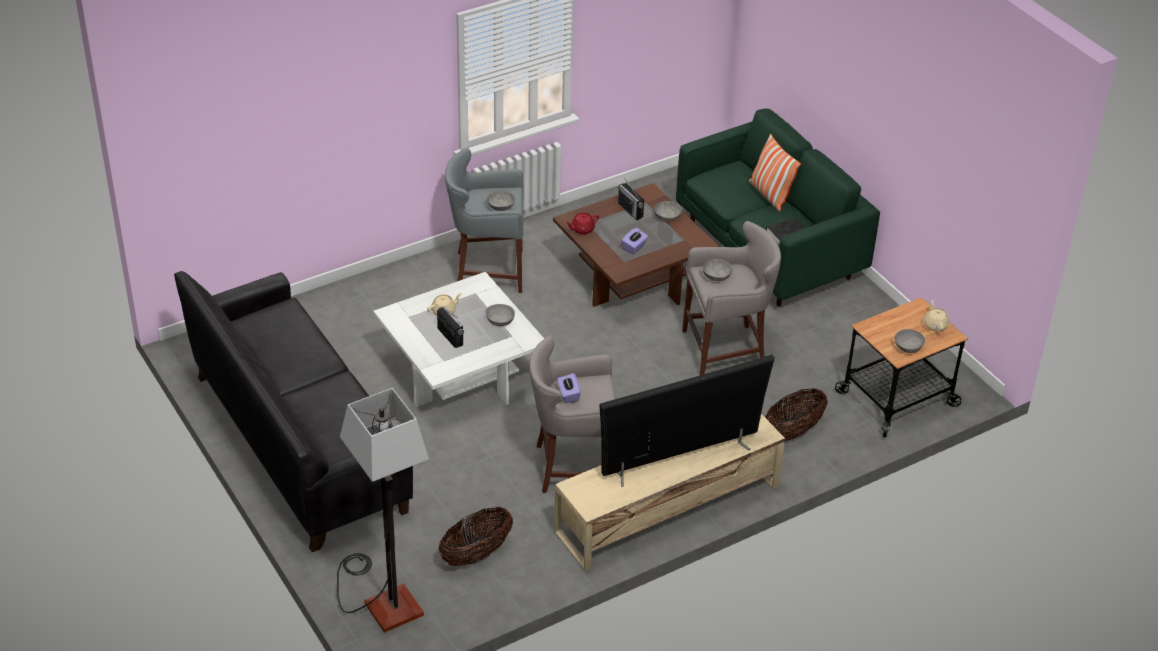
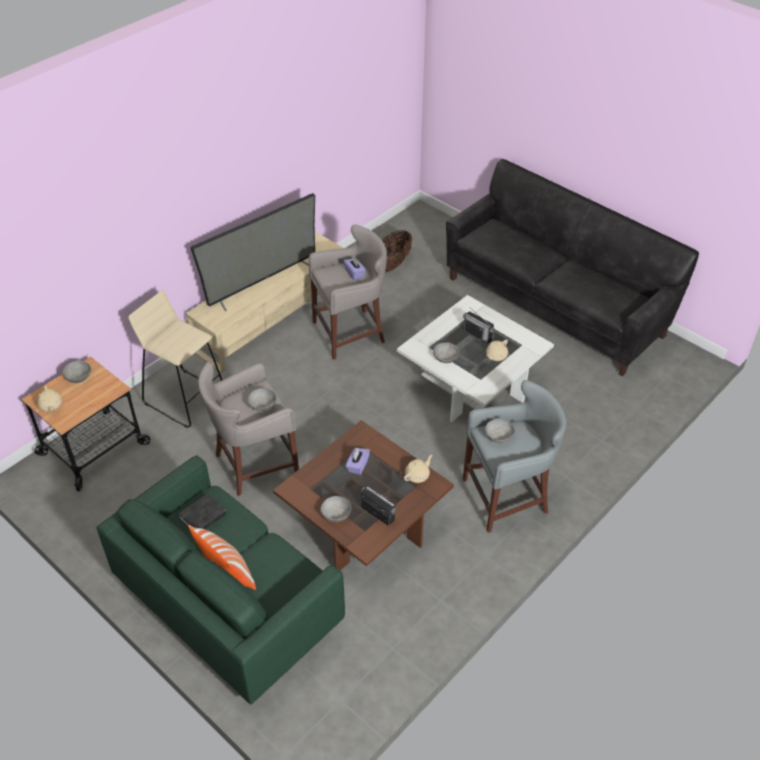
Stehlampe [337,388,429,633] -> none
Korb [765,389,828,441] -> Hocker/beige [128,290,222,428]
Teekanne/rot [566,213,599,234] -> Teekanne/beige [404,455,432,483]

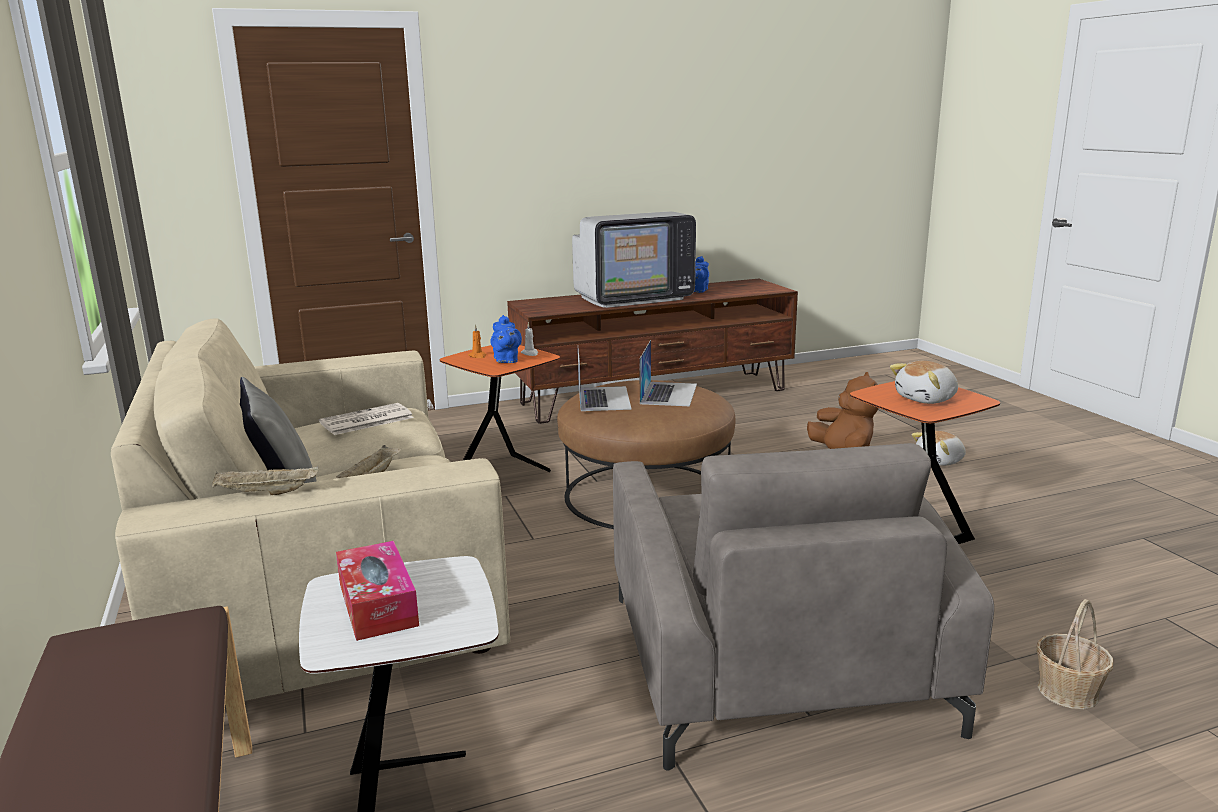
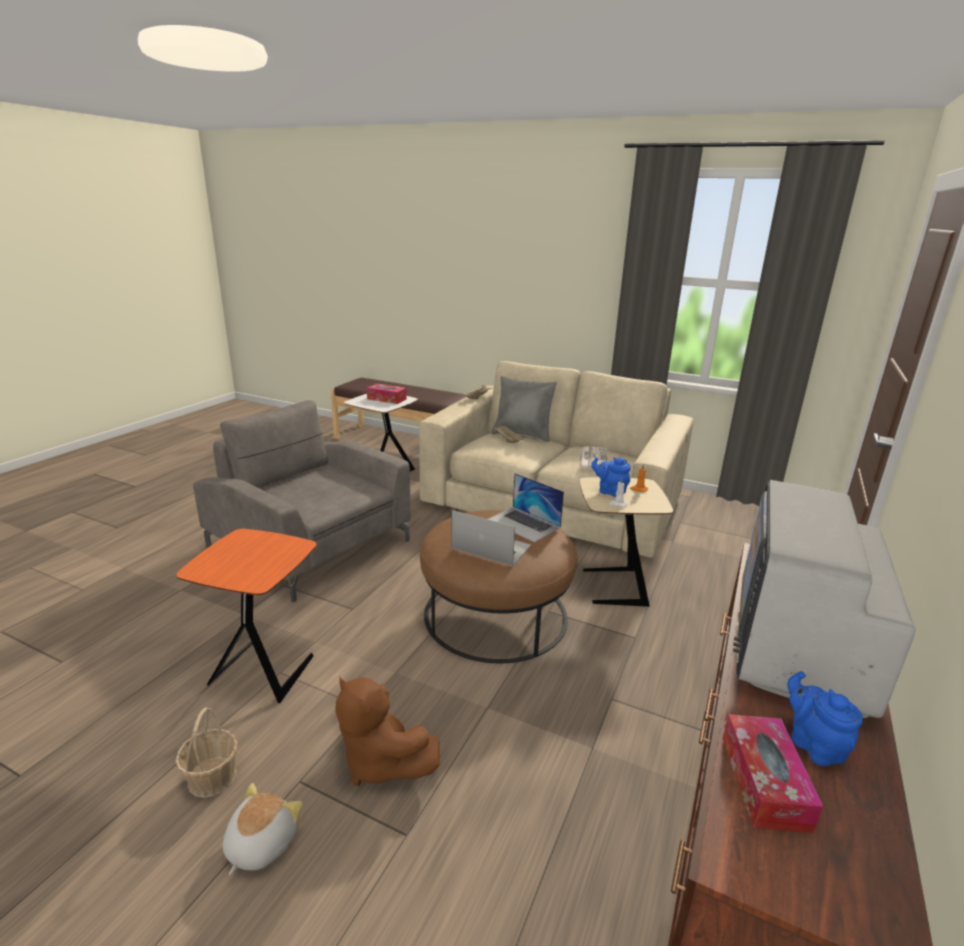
Plüschtier [890,361,958,404] -> none
none -> Taschentuchbox [722,714,823,833]
Korb [1036,599,1114,709] -> Korb [176,707,238,798], relocated
Beistelltisch/orange [440,345,560,472] -> Beistelltisch/beige [579,477,673,607]
Laptop [639,340,697,406] -> Laptop [451,510,531,566], 150 degrees clockwise

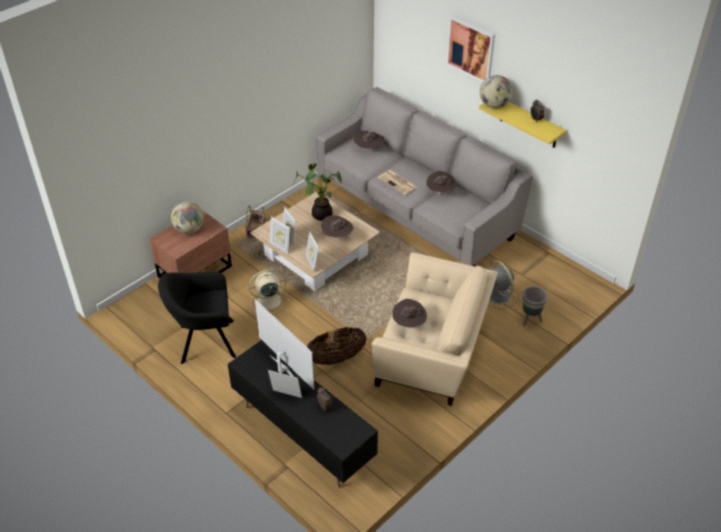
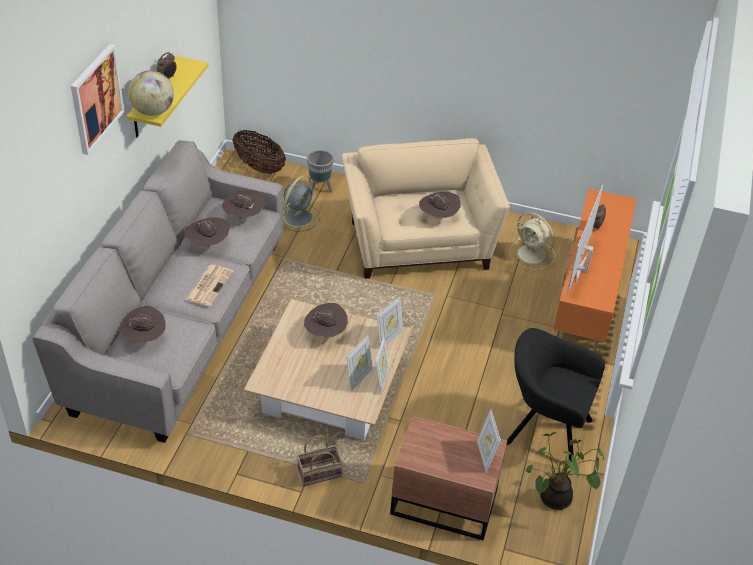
Globus [171,201,204,234] -> none
none -> Hut/braun [222,190,265,218]
Ventilator/beige [249,269,290,314] -> Ventilator/beige [509,212,555,270], relocated
Bilderrahmen [268,370,302,398] -> Bilderrahmen [477,409,501,474], relocated
Topfpflanze [293,163,342,221] -> Topfpflanze [526,432,604,510], relocated
Korb [307,327,366,365] -> Korb [233,130,286,174], relocated
Fernsehschrank/schwarz [228,340,378,488] -> Fernsehschrank/orange [553,189,637,352]
Sessel/schwarz [158,272,236,364] -> Sessel/schwarz [507,328,605,463], 150 degrees clockwise

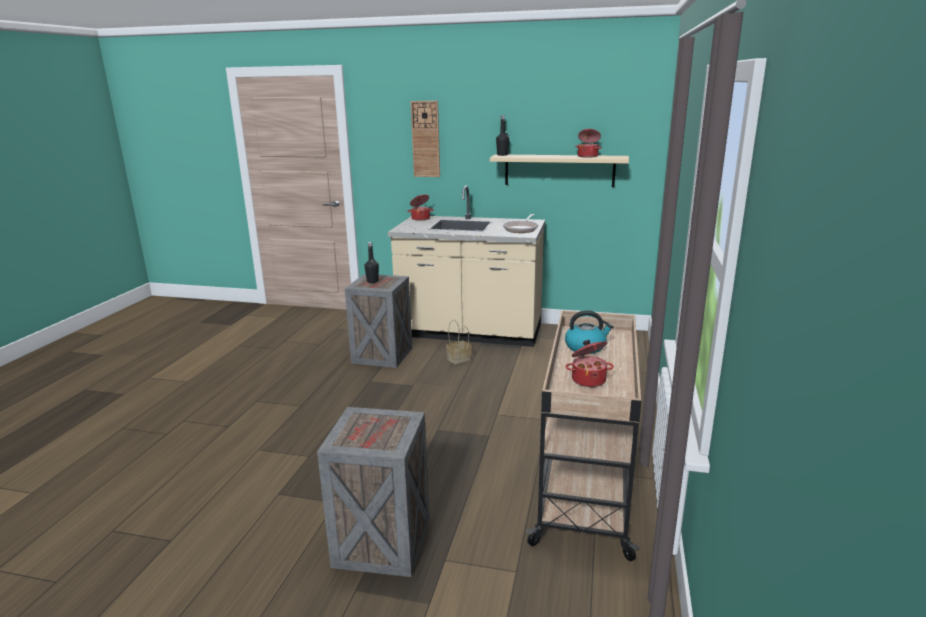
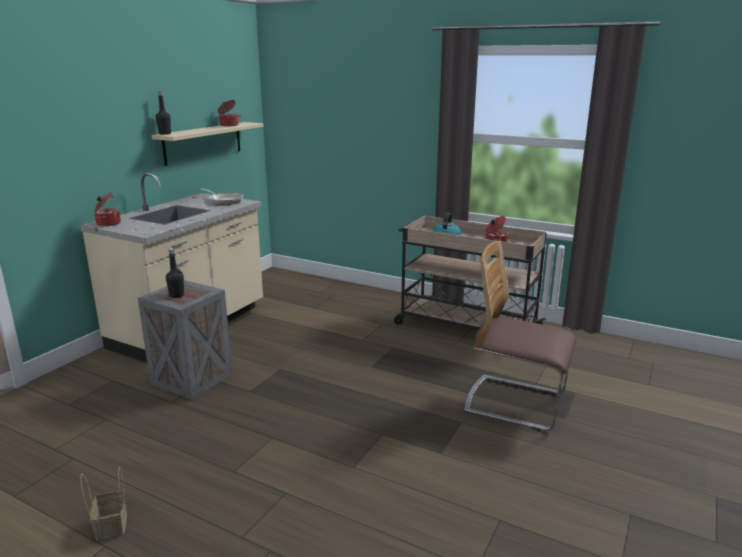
Wanduhr [411,101,440,177] -> none
Korb [446,320,472,364] -> Korb [80,467,127,541], relocated
Kiste [317,407,429,577] -> Stuhl [464,240,577,431]

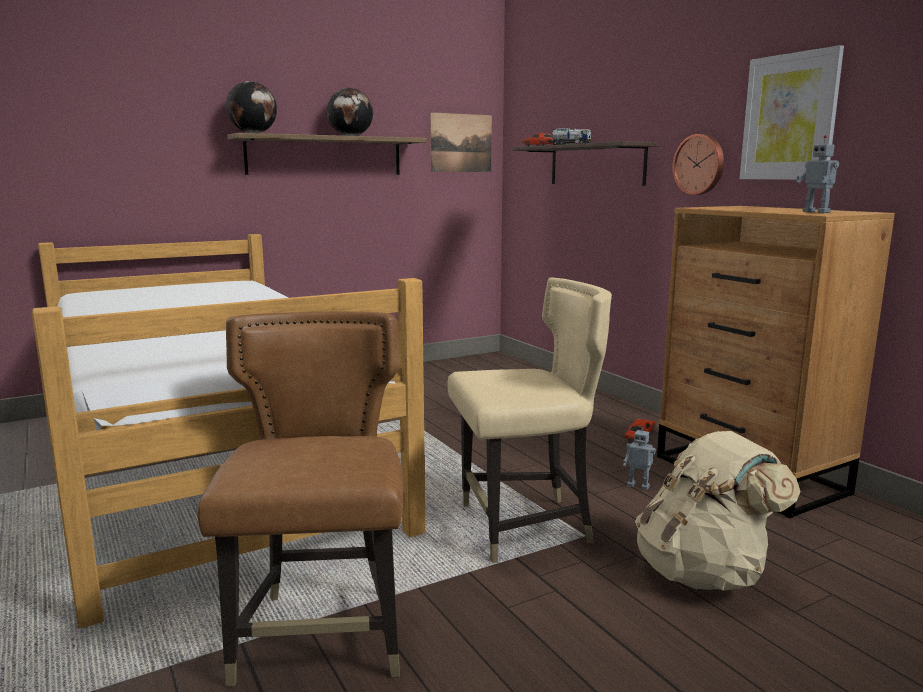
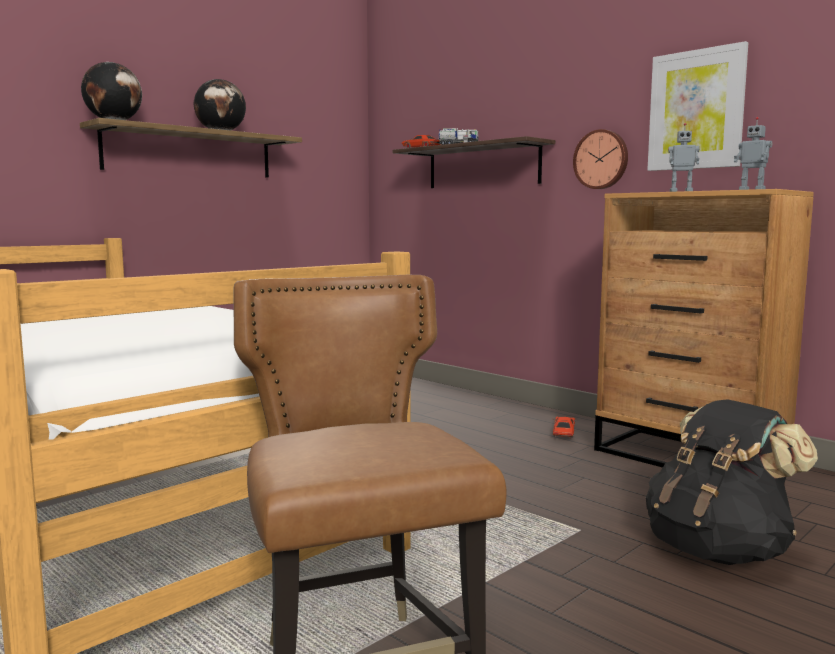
Bild [430,112,492,172] -> none
Stuhl/beige [447,278,612,563] -> none
Spielzeugroboter [623,425,656,490] -> Spielzeugroboter [668,123,699,192], relocated
Rucksack/beige [635,431,801,591] -> Rucksack/schwarz [646,399,818,565]

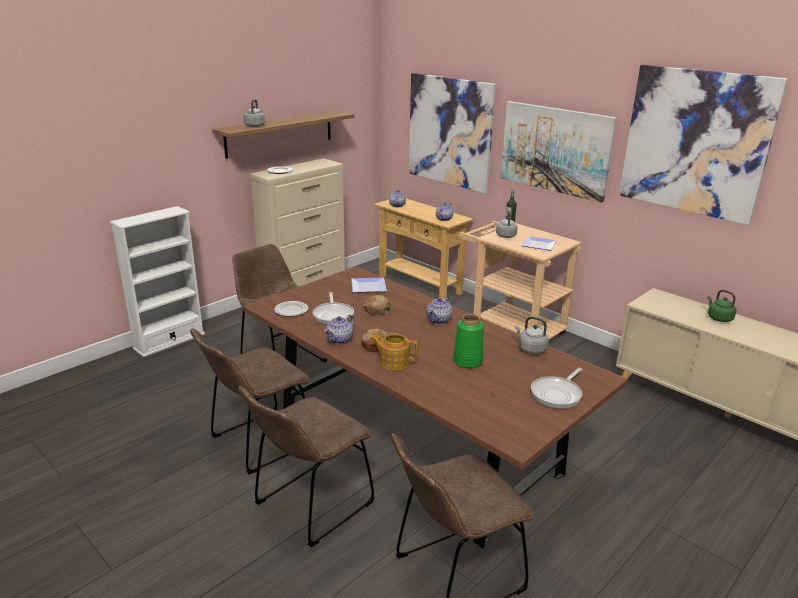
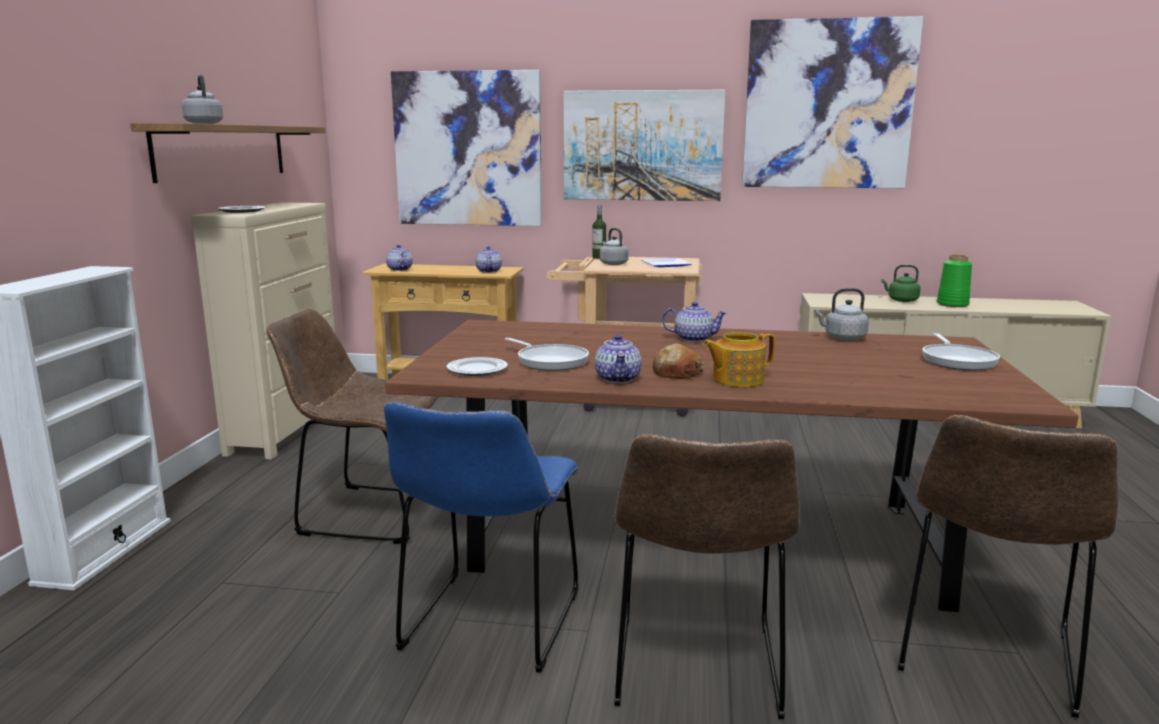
Teller [351,278,387,293] -> none
Brot [363,295,390,315] -> none
Vase/grün [453,314,484,368] -> Vase/grün [937,254,972,307], relocated
Stuhl/braun [190,329,310,474] -> Stuhl/blau [384,401,579,673]
Teekanne [427,297,452,324] -> Teekanne [662,302,727,342], 75 degrees counterclockwise

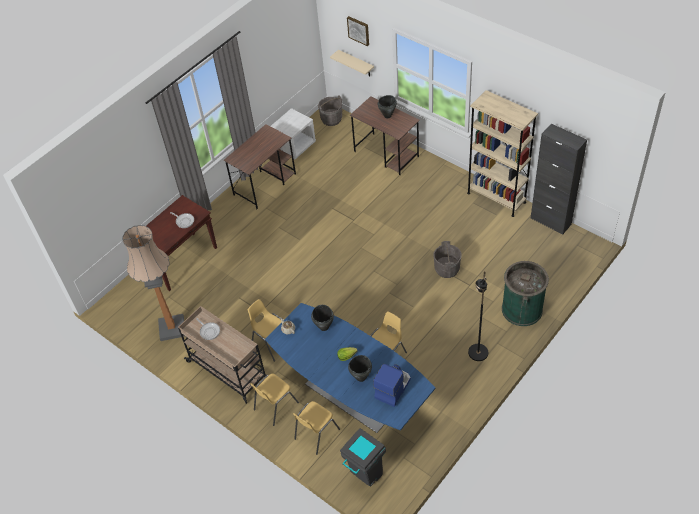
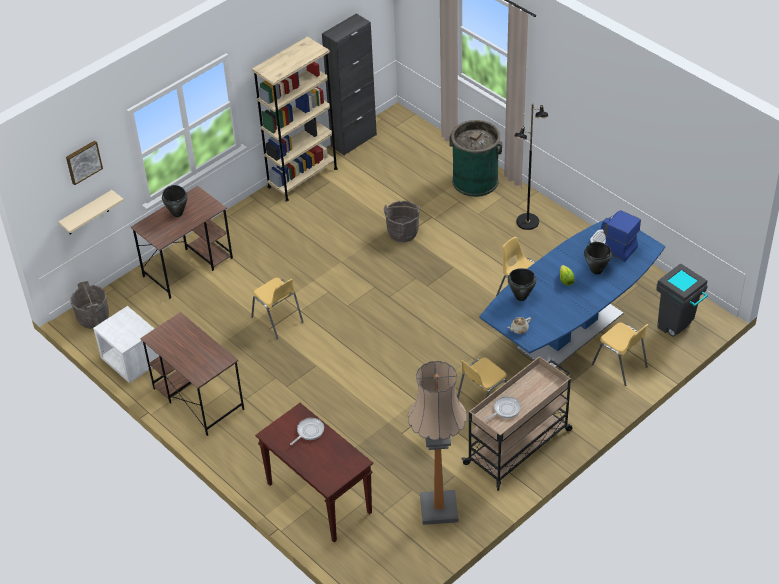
Stuhl/gelb [250,374,299,426] -> Stuhl/gelb [251,278,303,339], relocated

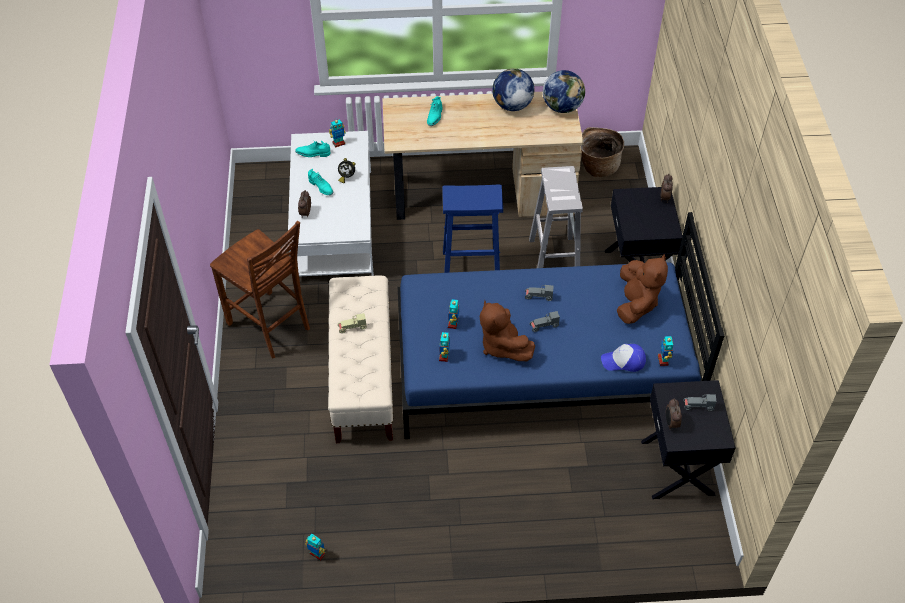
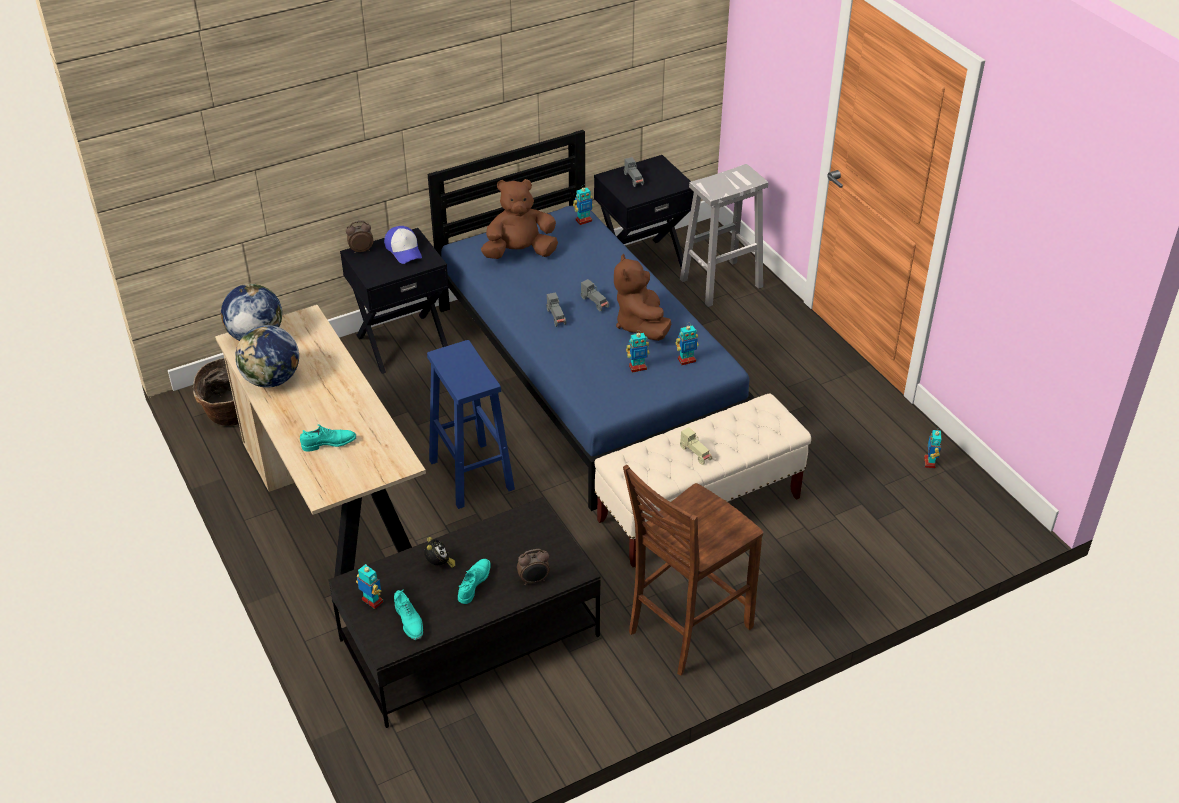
Wecker [666,398,682,428] -> none
Hocker/weiß [529,166,583,268] -> Hocker/weiß [680,164,768,307], relocated
Kappe [601,344,646,372] -> Kappe [384,226,422,264], relocated
Couchtisch/weiß [288,131,374,276] -> Couchtisch/schwarz [329,497,601,728]
Stuhl/braun [210,221,310,359] -> Stuhl/braun [623,465,763,675], 150 degrees counterclockwise
Plüschtier/braun [480,300,535,361] -> Plüschtier/braun [614,254,671,341], 135 degrees clockwise

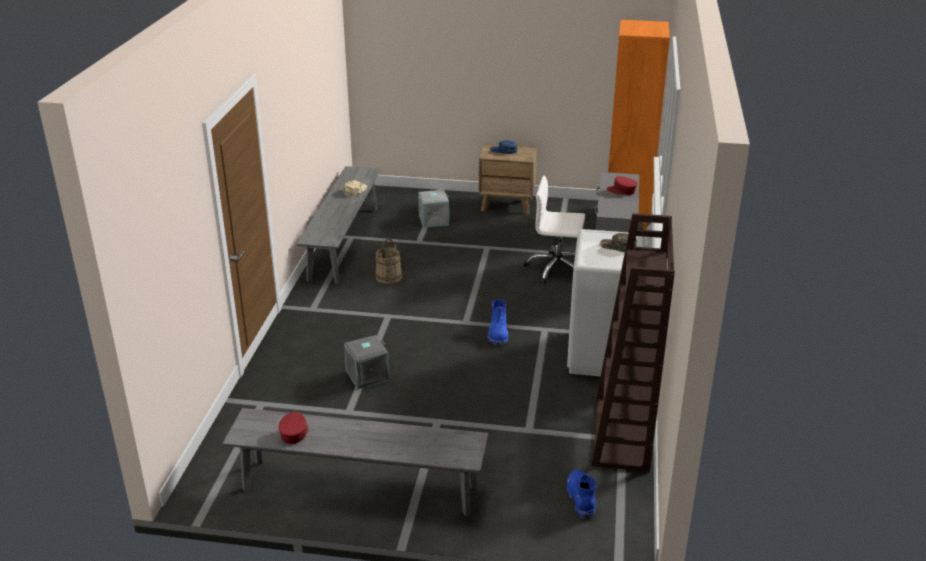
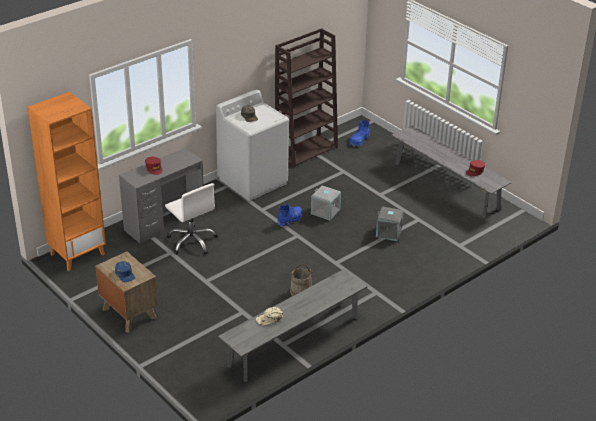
Aufbewahrungsbox/grau [418,190,449,228] -> Aufbewahrungsbox/grau [311,186,341,221], relocated

